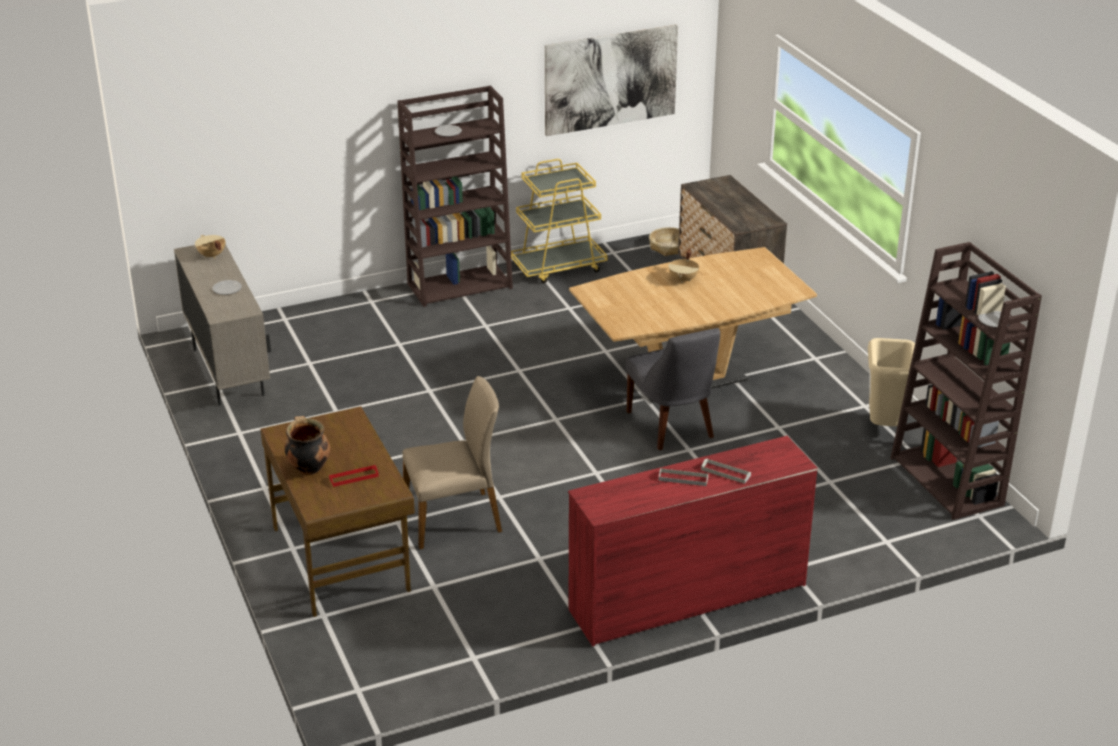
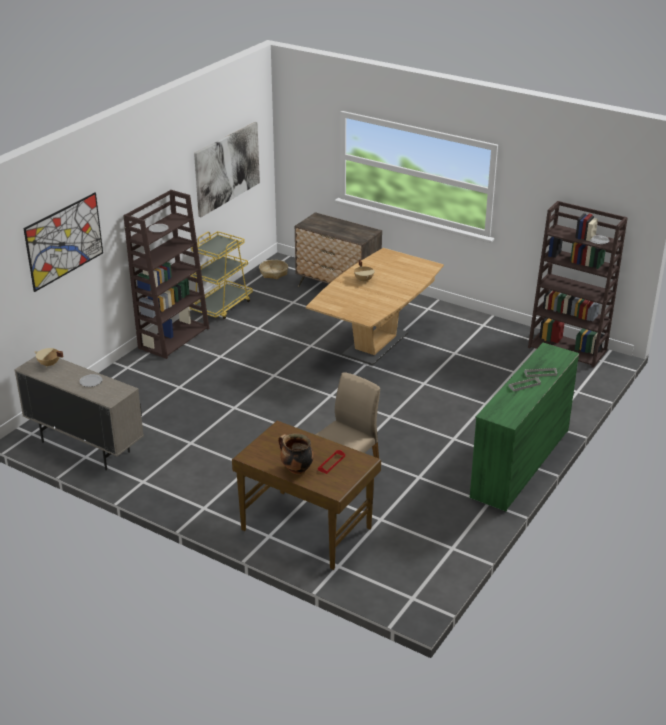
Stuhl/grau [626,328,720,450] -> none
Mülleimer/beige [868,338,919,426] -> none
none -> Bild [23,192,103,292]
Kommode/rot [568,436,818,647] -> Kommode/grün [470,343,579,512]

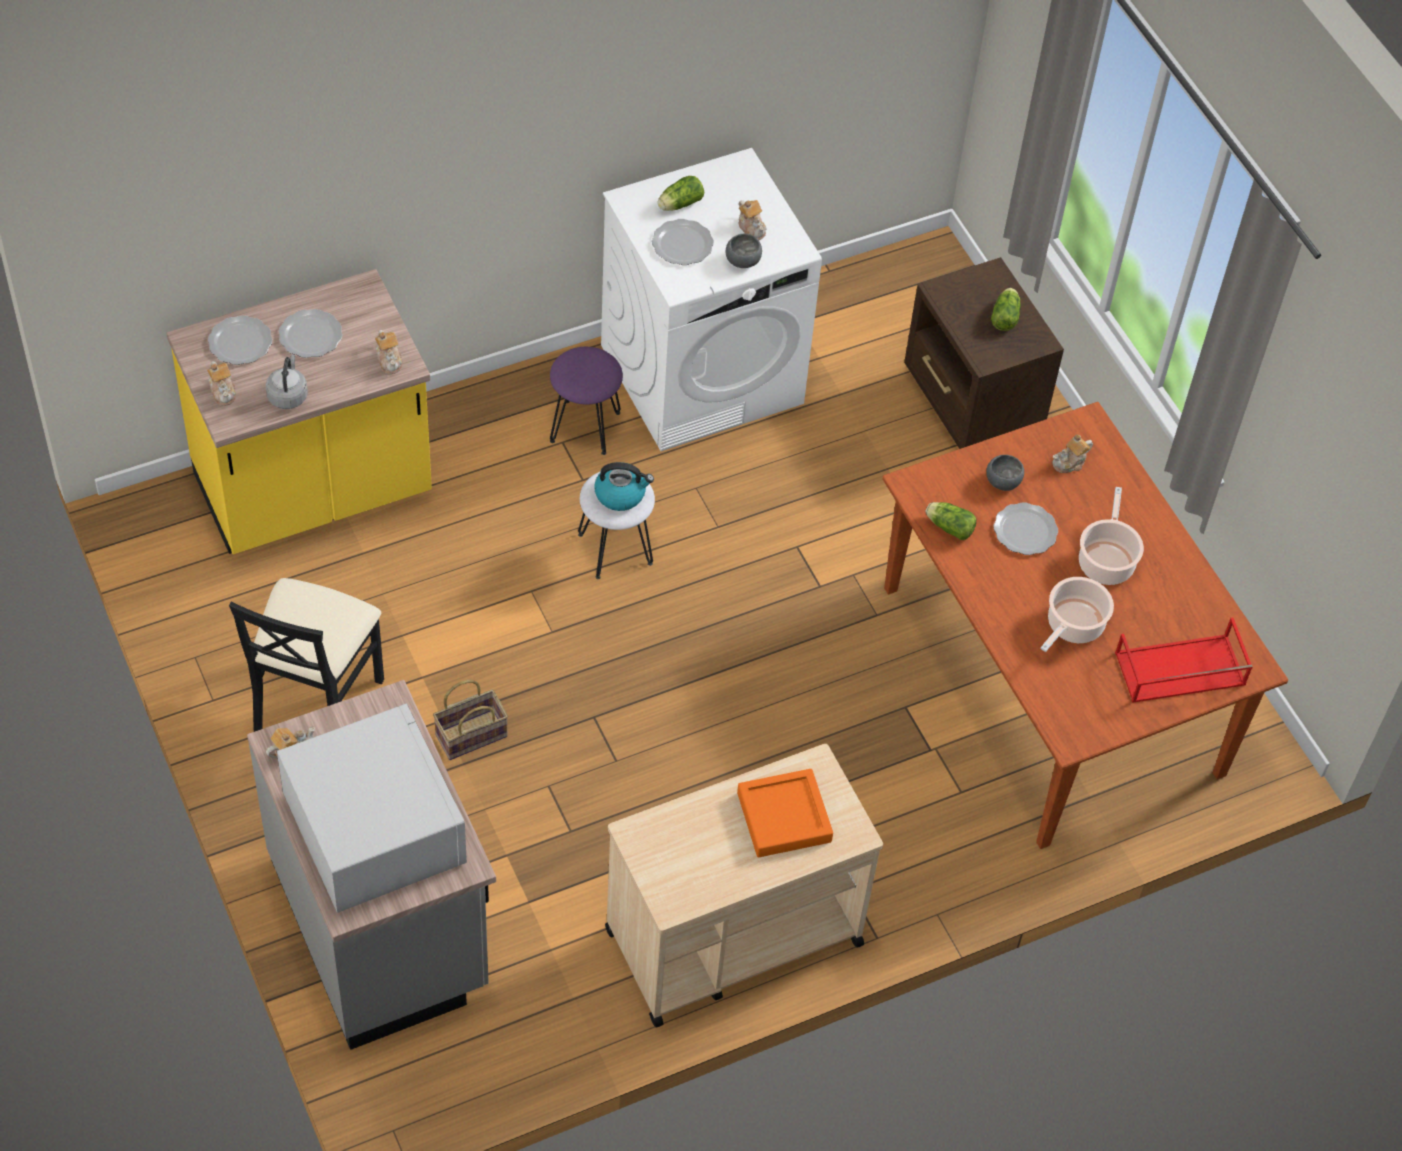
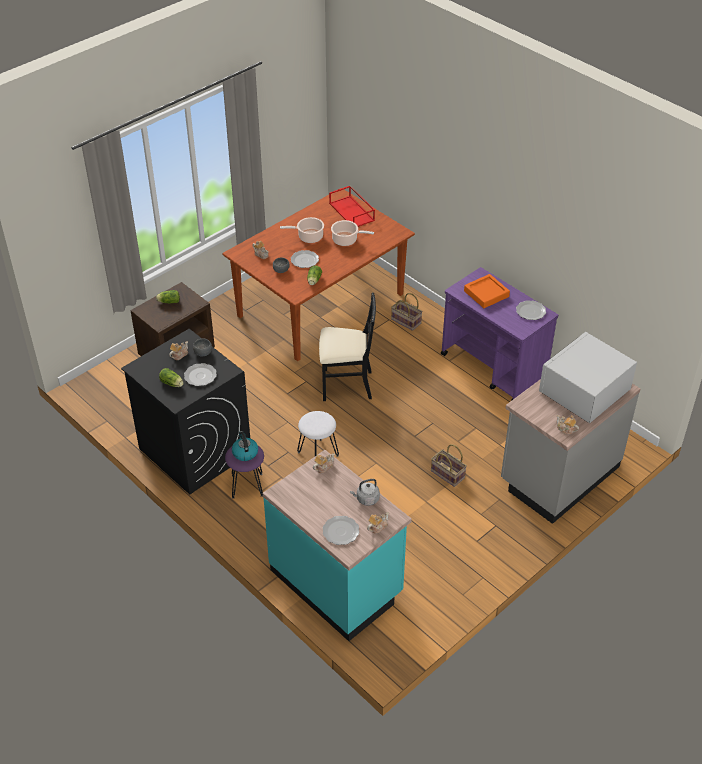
none -> Korb [391,293,423,331]
Stuhl/schwarz [229,578,384,732] -> Stuhl/schwarz [319,293,376,401], relocated
Teller [279,309,342,358] -> Teller [516,300,546,320], relocated
Wasserkessel [594,462,654,511] -> Wasserkessel [232,431,258,461], relocated
Küchenzeile/gelb [166,269,432,554] -> Küchenzeile/türkis [263,450,412,641]
Waschmaschine/weiß [601,148,822,451] -> Waschmaschine/schwarz [121,329,250,495]
Rollwagen/beige [605,744,883,1027] -> Rollwagen/lila [441,267,558,401]

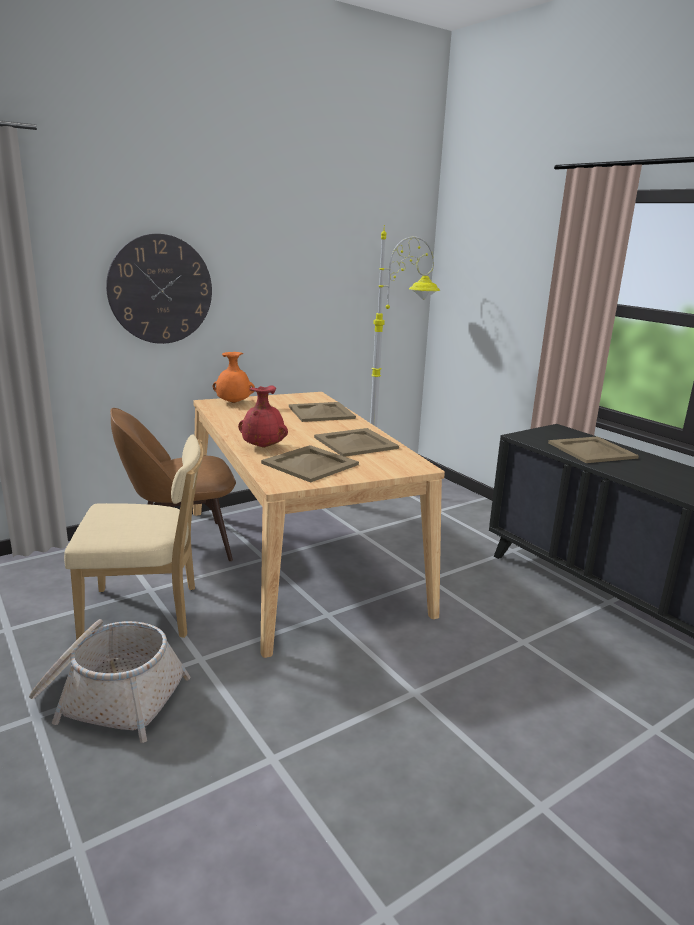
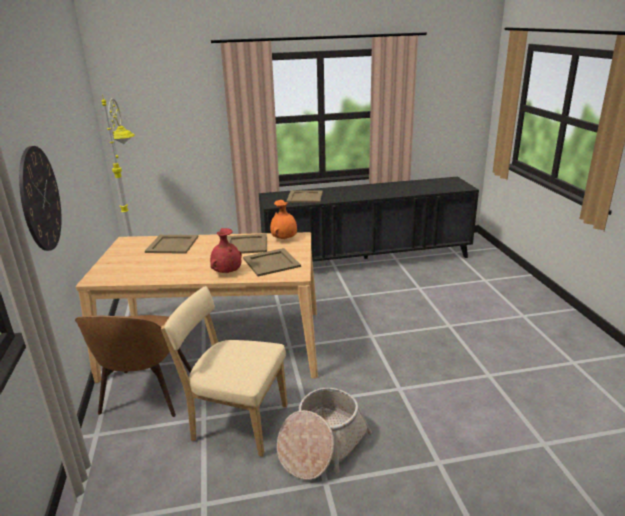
Vase/orange [212,352,255,403] -> Vase/orange [270,200,297,239], relocated
Stuhl/beige [64,434,203,640] -> Stuhl/beige [161,286,288,457], 90 degrees counterclockwise

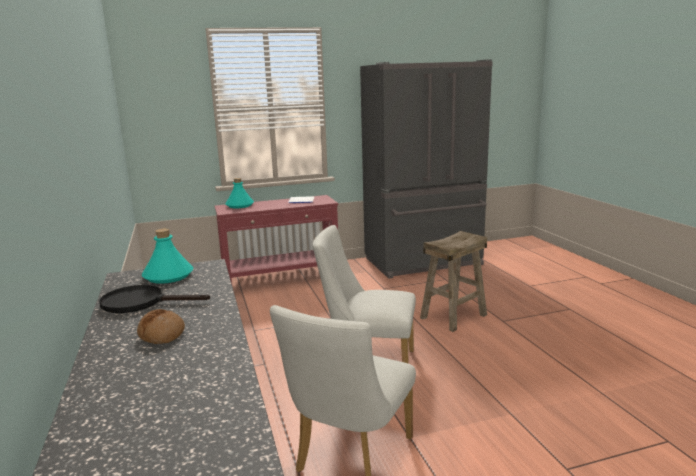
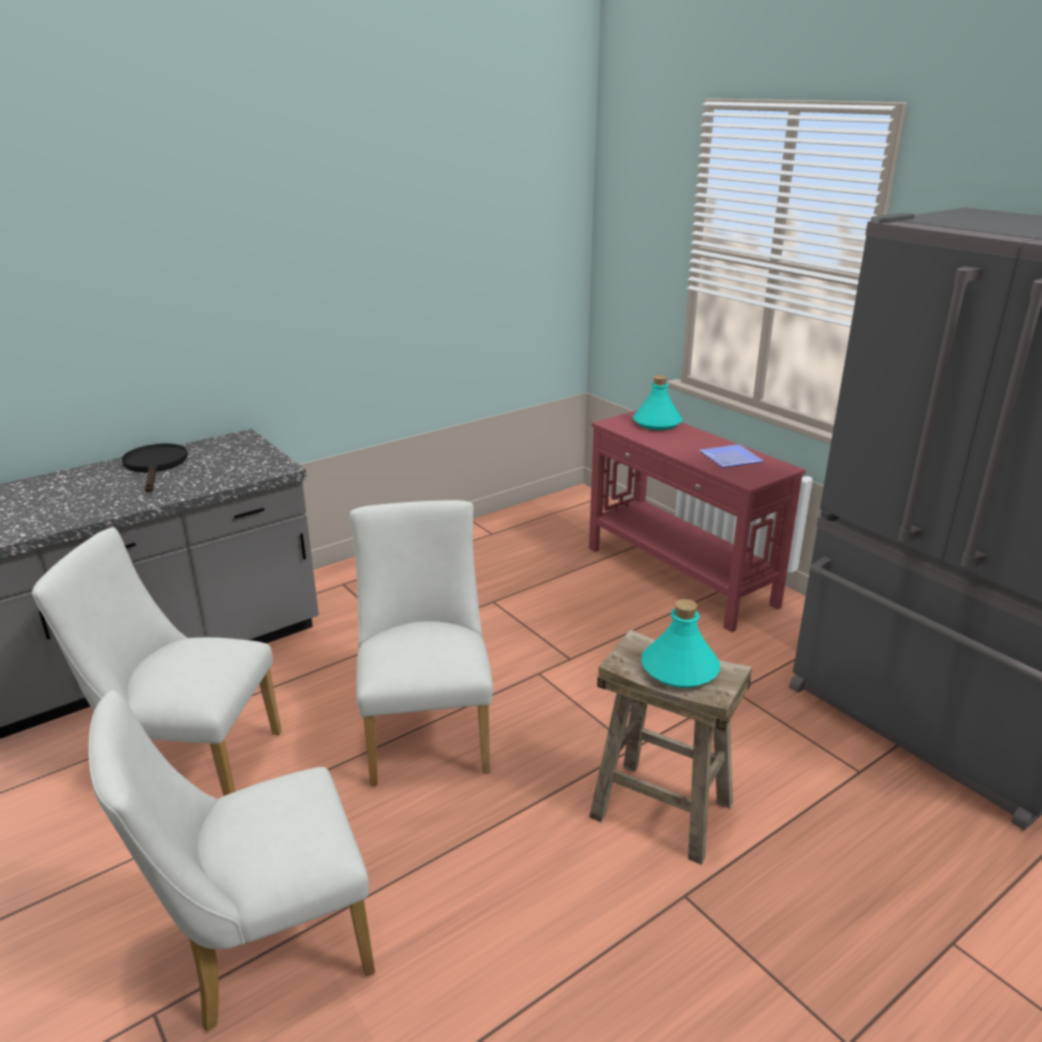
Brot [137,309,185,344] -> none
none -> Stuhl/weiß [88,690,375,1032]
Flasche/türkis [142,228,194,284] -> Flasche/türkis [641,599,720,688], relocated

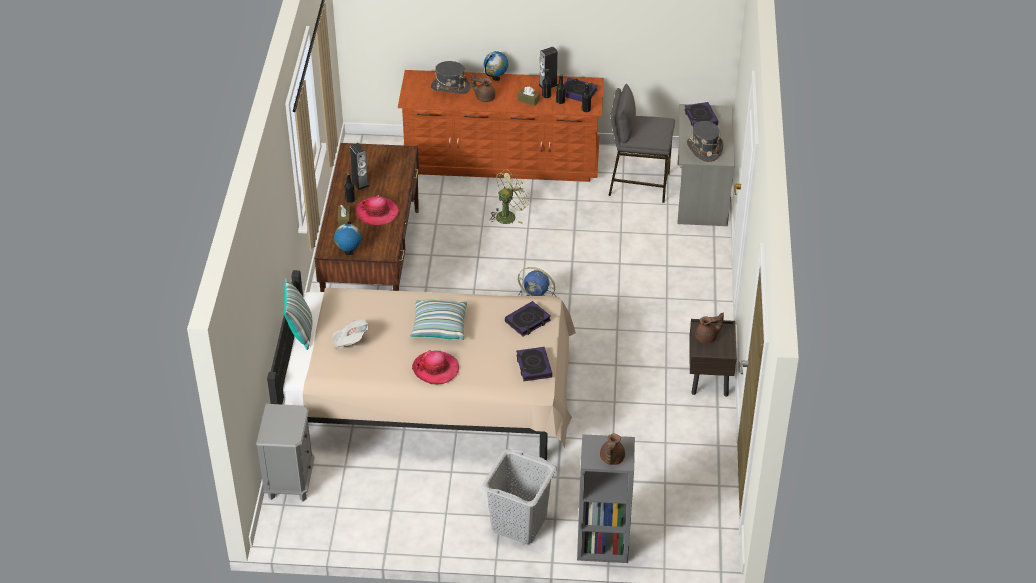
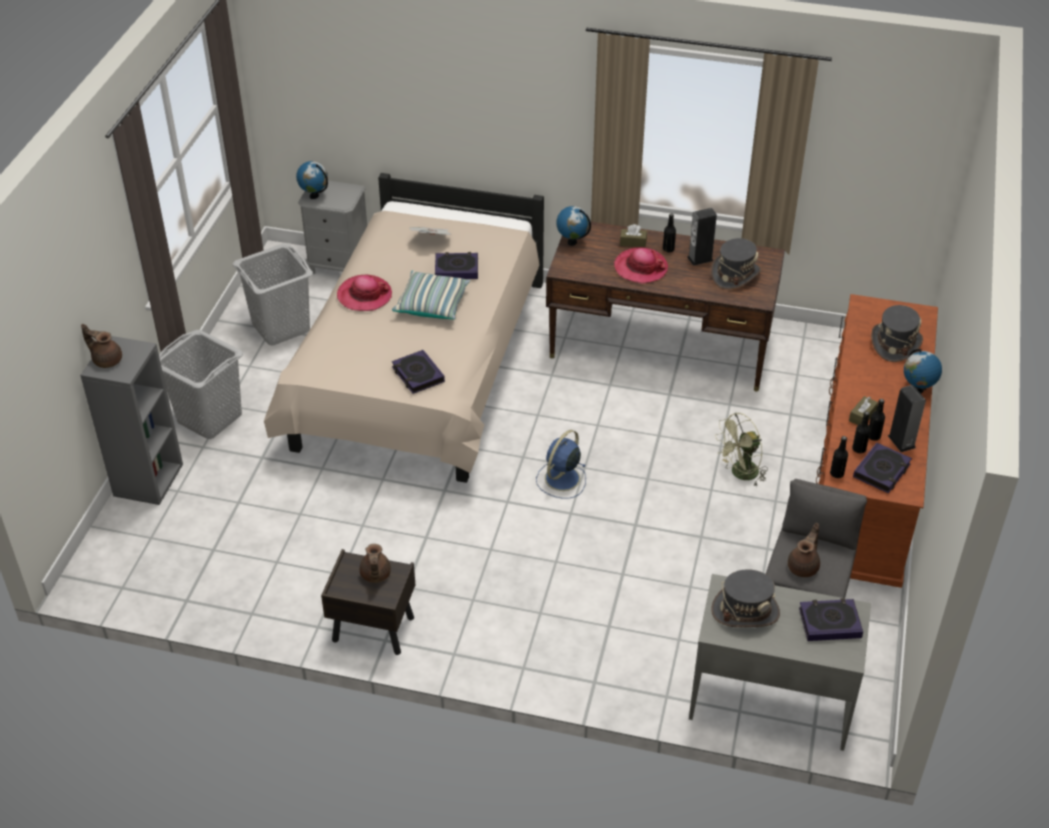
Kissen [284,278,313,350] -> none
none -> Wäschekorb/grau [233,243,313,345]
none -> Globus [296,161,328,199]
none -> Hut/grau [711,238,761,289]
Teekanne/braun [471,73,495,102] -> Teekanne/braun [788,523,820,577], relocated
Buch [516,347,552,381] -> Buch [435,252,478,279], relocated
Ventilator/grün [490,169,530,224] -> Ventilator/grün [715,413,768,487], 90 degrees clockwise

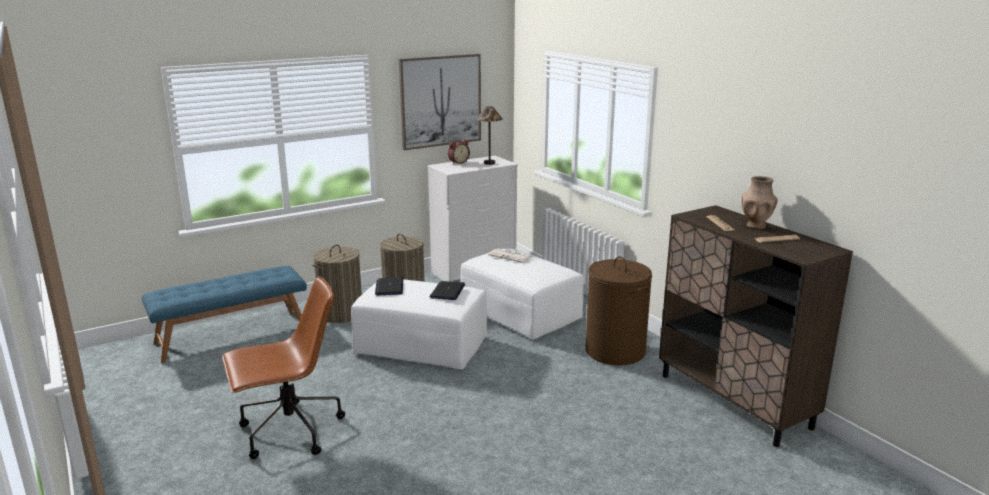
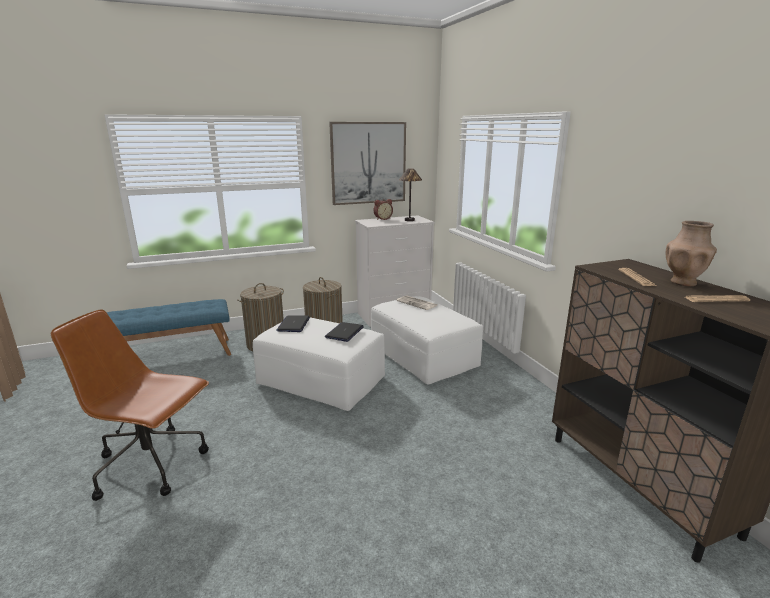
Wäschekorb/braun [585,256,652,366] -> none
Bürostuhl/braun [222,276,345,459] -> Bürostuhl/braun [51,310,209,501], 150 degrees counterclockwise

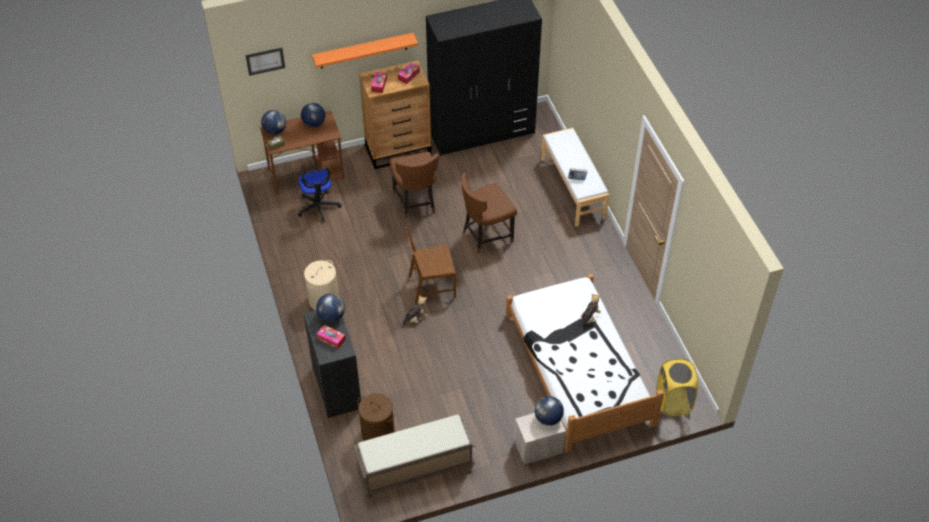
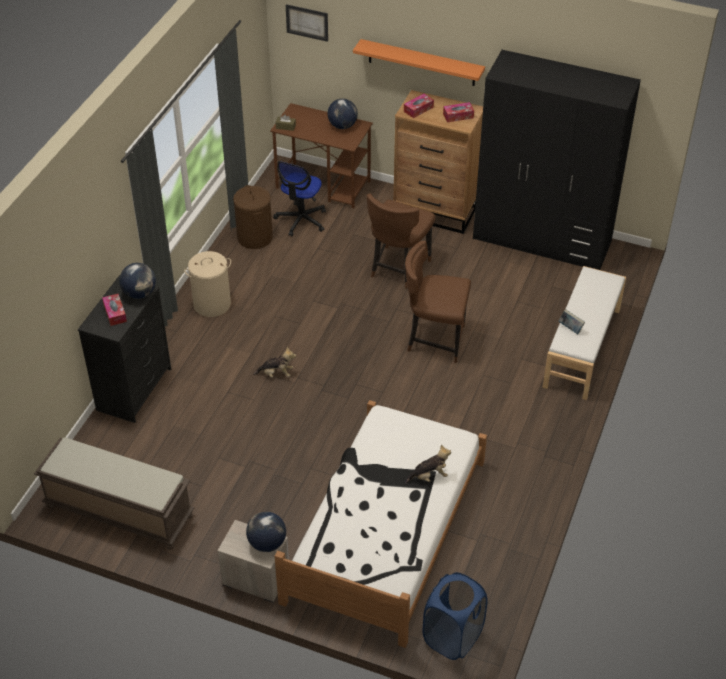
Globus [261,110,286,135] -> none
Stuhl/braun [405,227,456,304] -> none
Wäschekorb/braun [357,393,395,441] -> Wäschekorb/braun [233,185,273,249], relocated
Wäschekorb/gelb [657,359,698,416] -> Wäschekorb/blau [423,572,488,660]

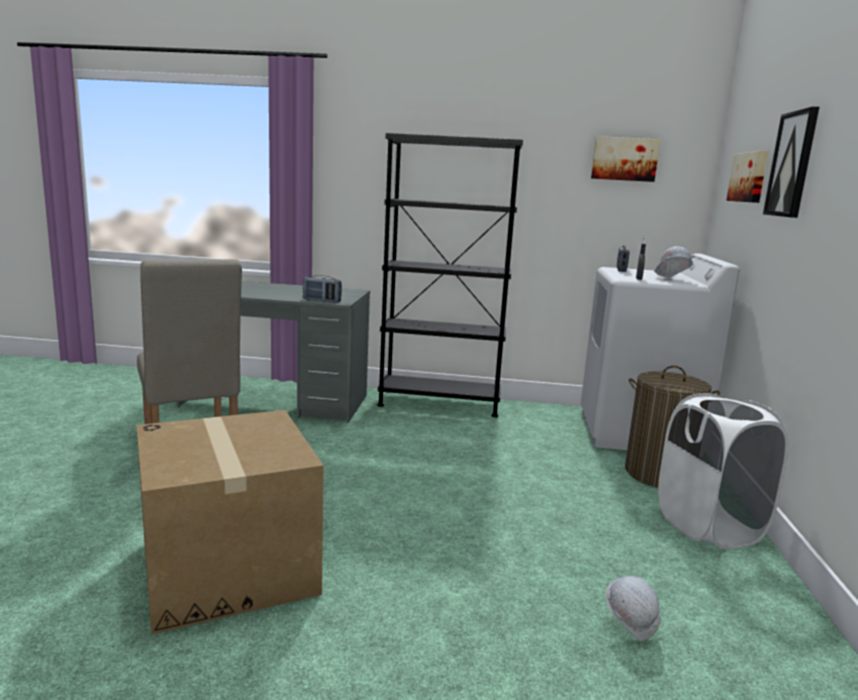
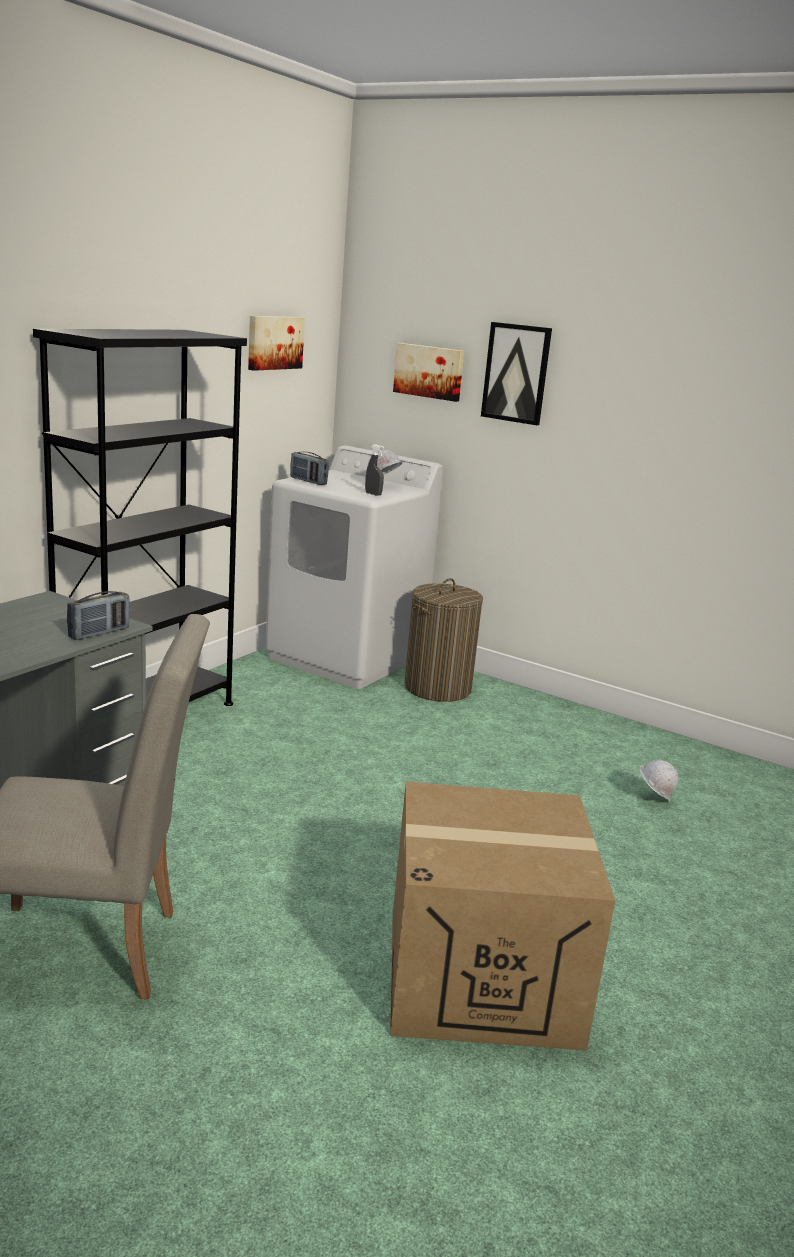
Wäschekorb/weiß [658,393,789,549] -> none

